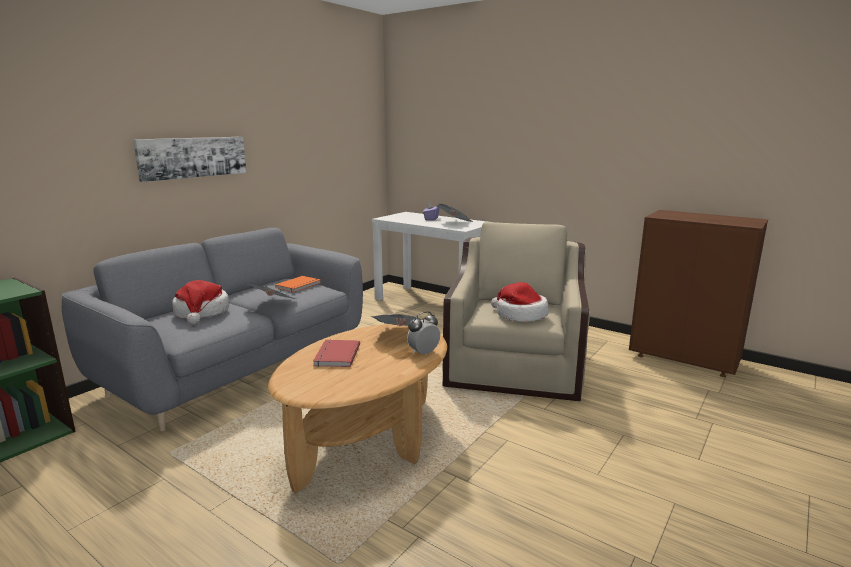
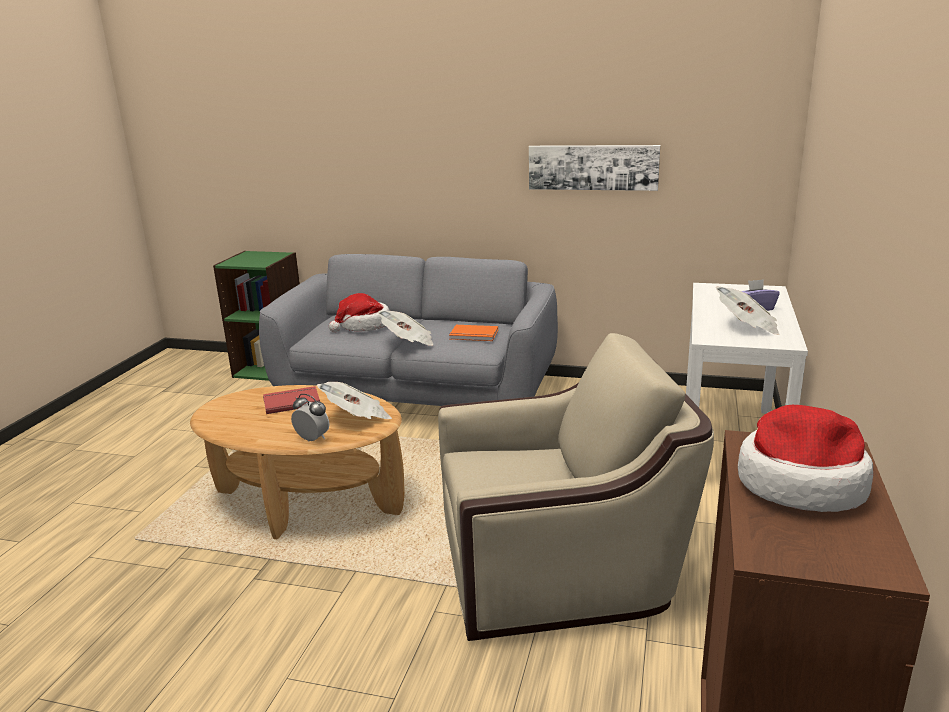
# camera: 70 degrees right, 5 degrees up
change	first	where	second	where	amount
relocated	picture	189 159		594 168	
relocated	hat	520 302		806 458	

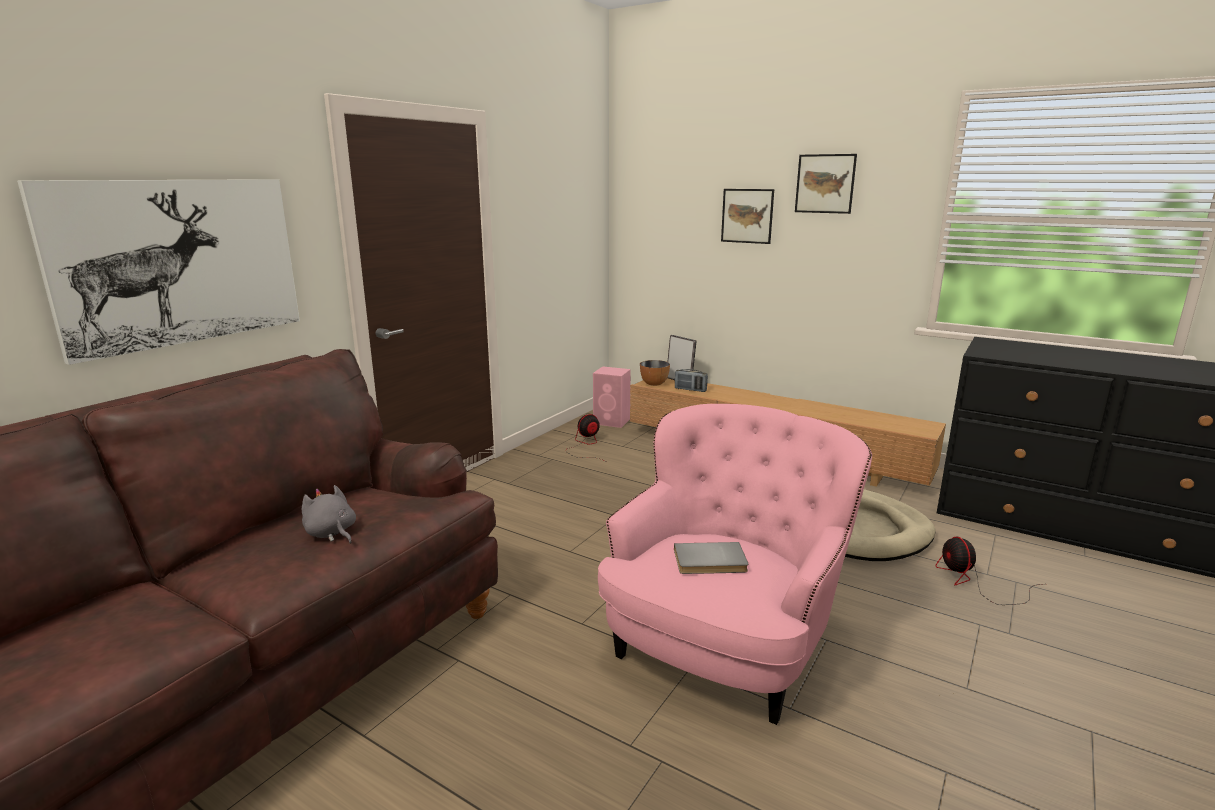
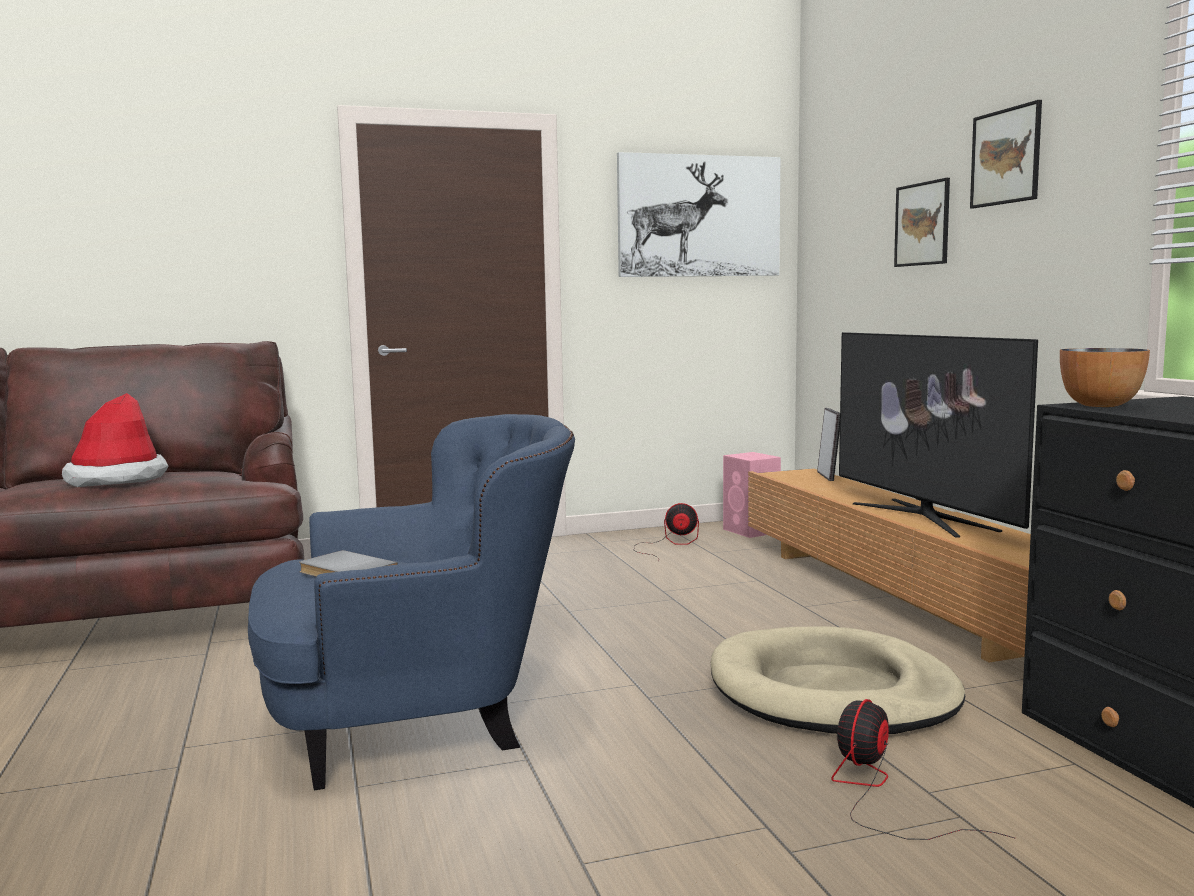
# camera: 40 degrees right, 10 degrees down
change	first	where	second	where	amount
relocated	picture	158 272		698 214	
exchanged	grey plush toy	329 514	hat	115 440	
colour	pink armchair	735 564	blue armchair	411 602	
relocated	bowl	655 373		1105 377	
missing	radio	691 380			
appeared			television	938 435	

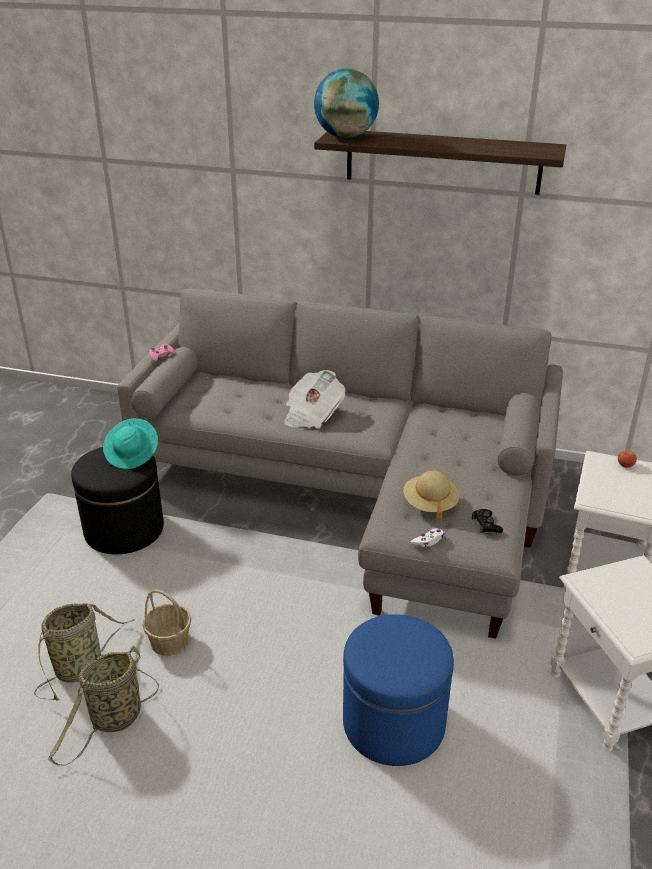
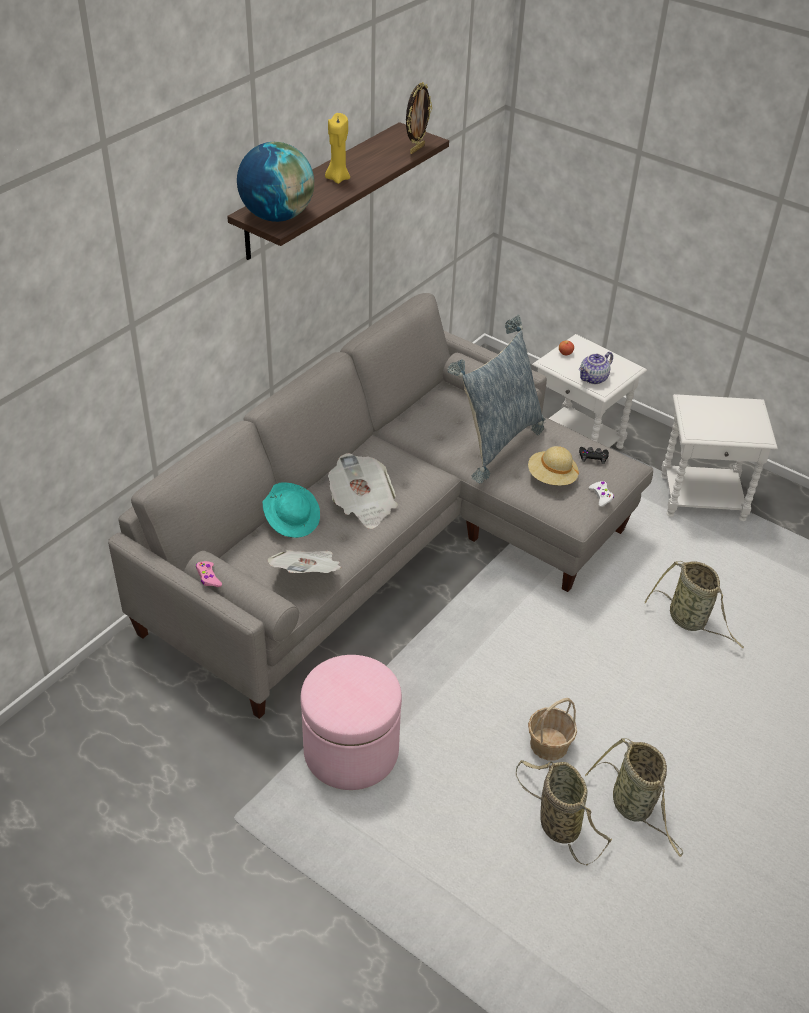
# camera: 70 degrees left, 10 degrees up
change	first	where	second	where	amount
colour	black ottoman	117 500	pink ottoman	351 722	
relocated	turquoise hat	130 443		291 510	
exchanged	blue ottoman	398 690	basket	694 604	
appeared			newspaper	305 561	
appeared			yellow candle	337 148	
appeared			picture frame	419 118	
appeared			pillow	496 399	
appeared			teapot	596 368	

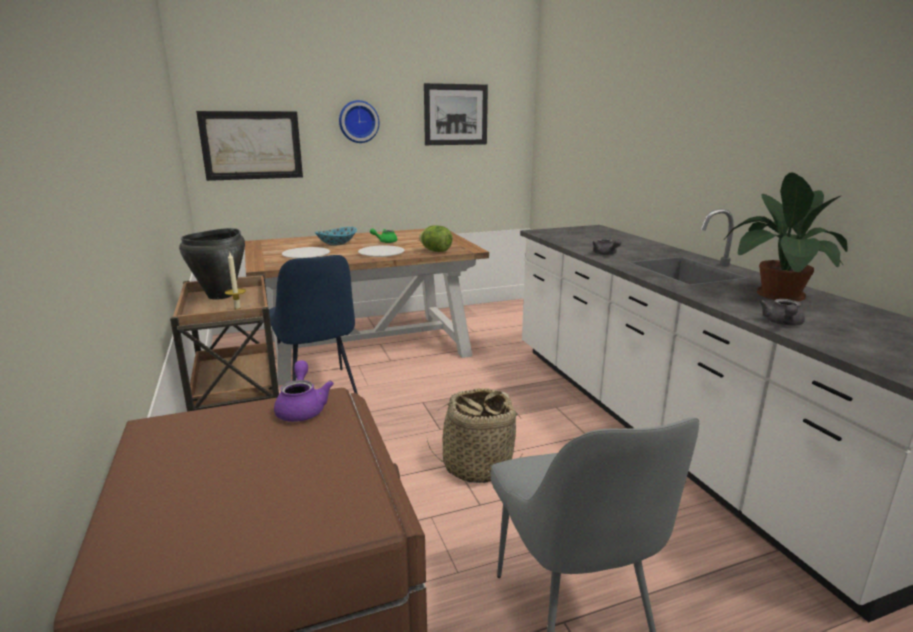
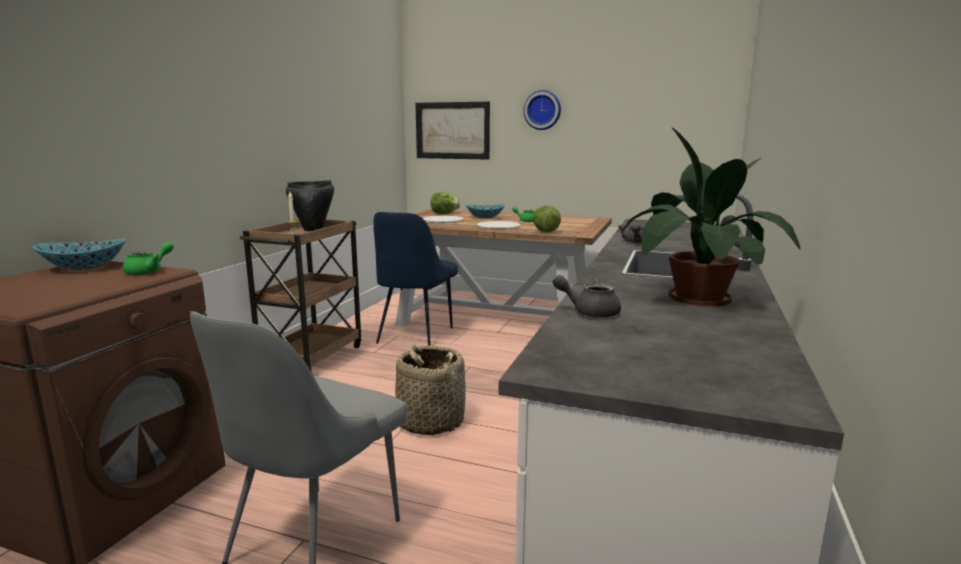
# camera: 40 degrees right, 5 degrees down
change	first	where	second	where	amount
colour	purple teapot	304 391	green teapot	148 258	
missing	picture	456 114			
spun	grey teapot	782 312		587 296	45 degrees clockwise
appeared			bowl	79 254	
appeared			lettuce	445 203	

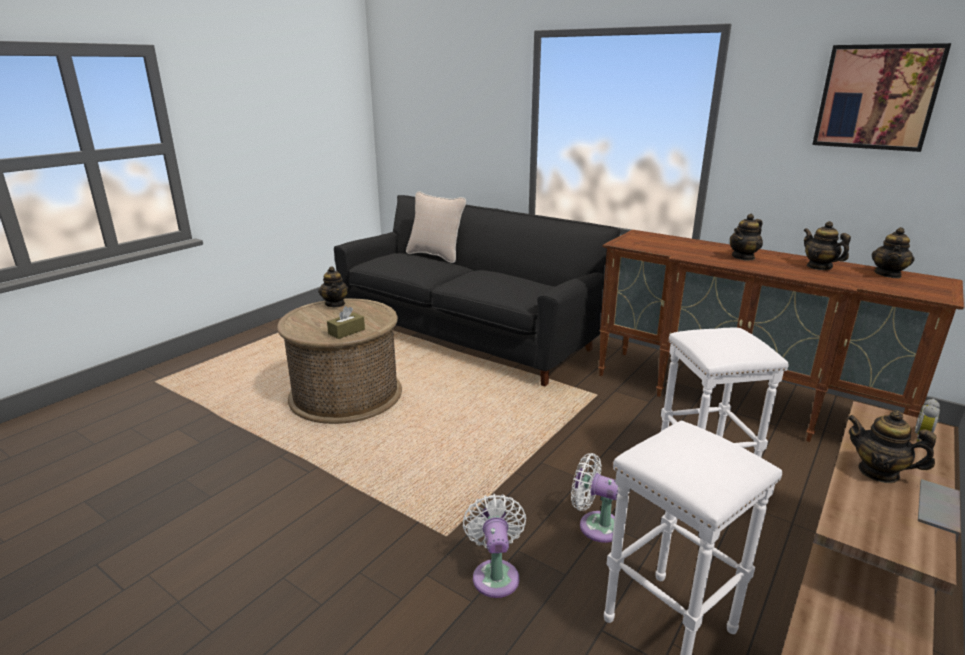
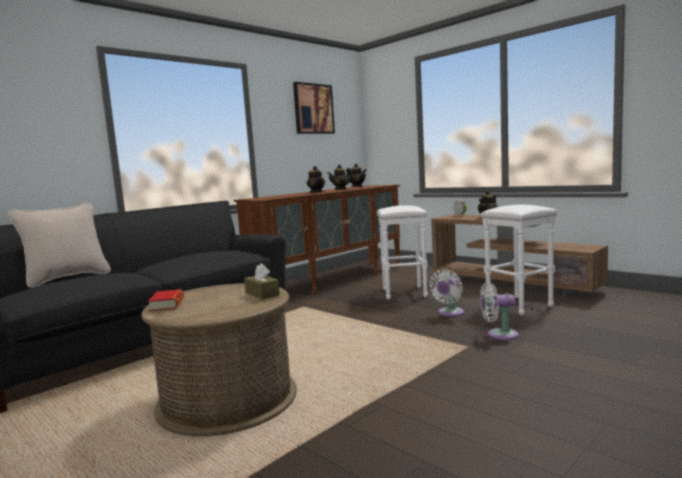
# camera: 80 degrees left, 15 degrees down
change	first	where	second	where	amount
exchanged	teapot	333 286	book	166 300	

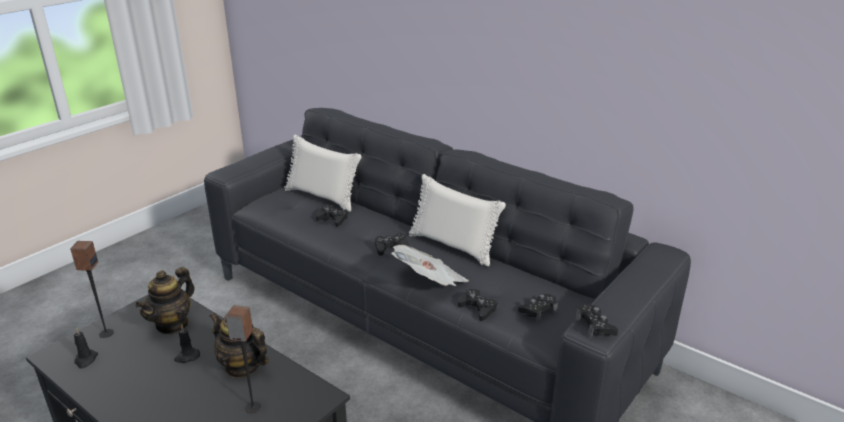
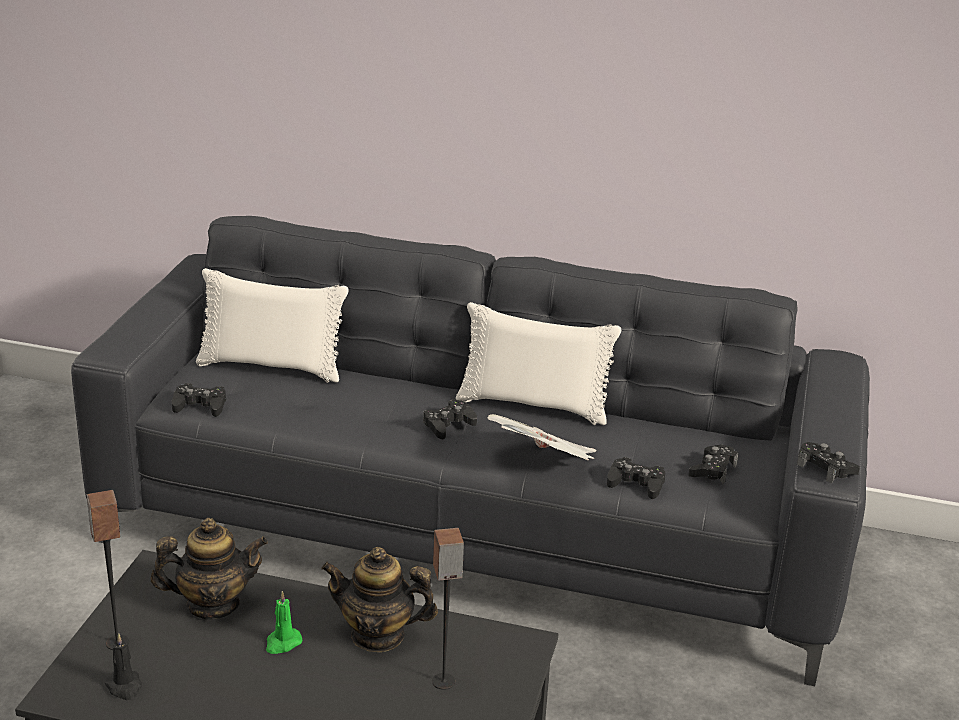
# camera: 25 degrees left, 0 degrees up
change	first	where	second	where	amount
spun	teapot	165 300		209 569	105 degrees counterclockwise
colour	black candle	187 343	green candle	284 622	
relocated	black game controller	332 216		199 400	

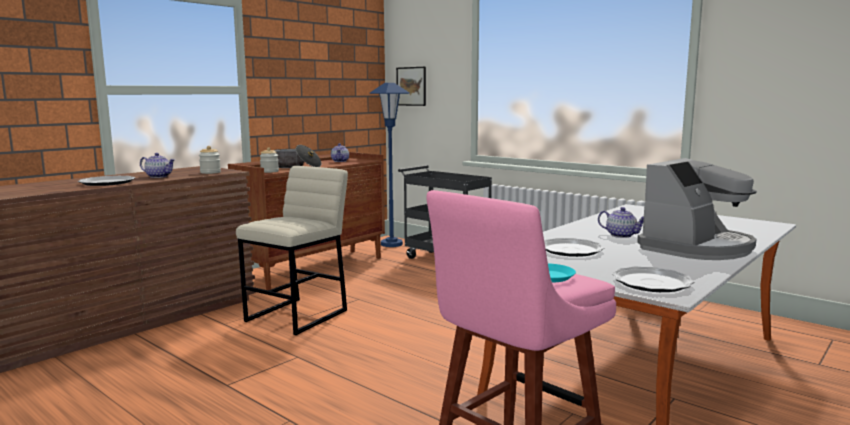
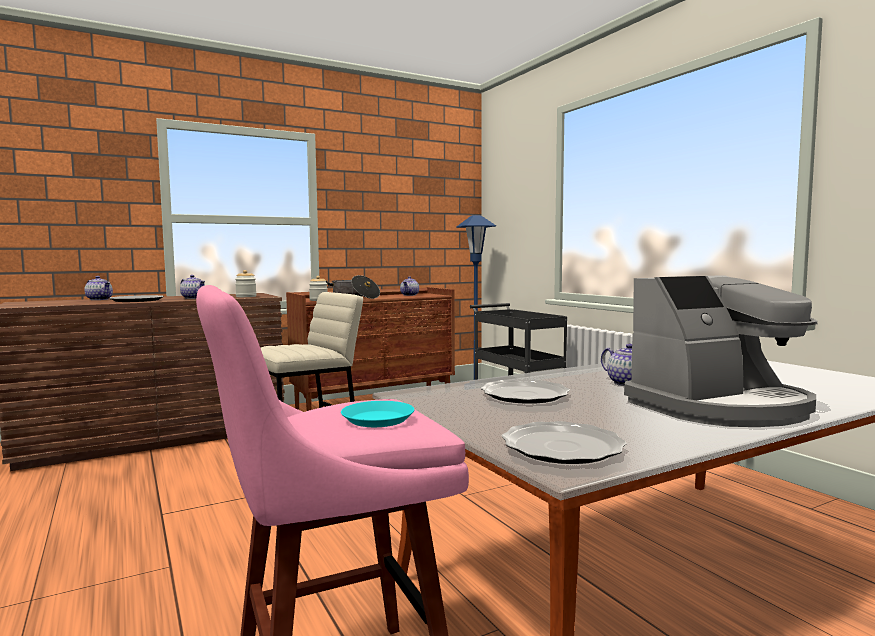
# camera: 20 degrees right, 5 degrees down
change	first	where	second	where	amount
missing	picture	411 86			
appeared			teapot	98 288	

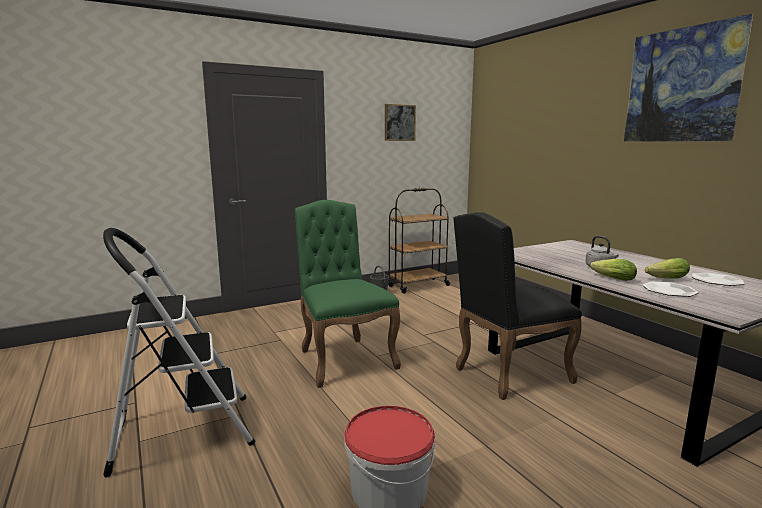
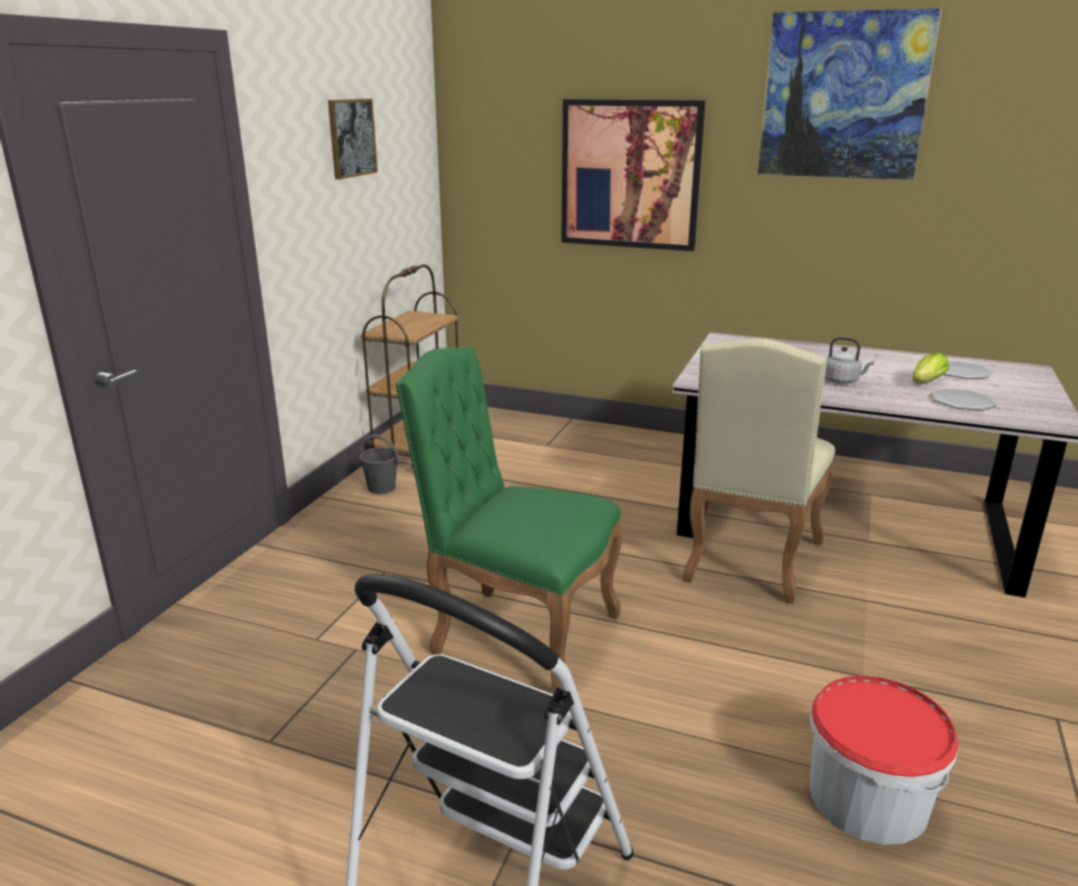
# camera: 40 degrees left, 10 degrees up
change	first	where	second	where	amount
colour	black chair	518 306	beige chair	759 471	
missing	lettuce	613 270			
appeared			picture	633 175	

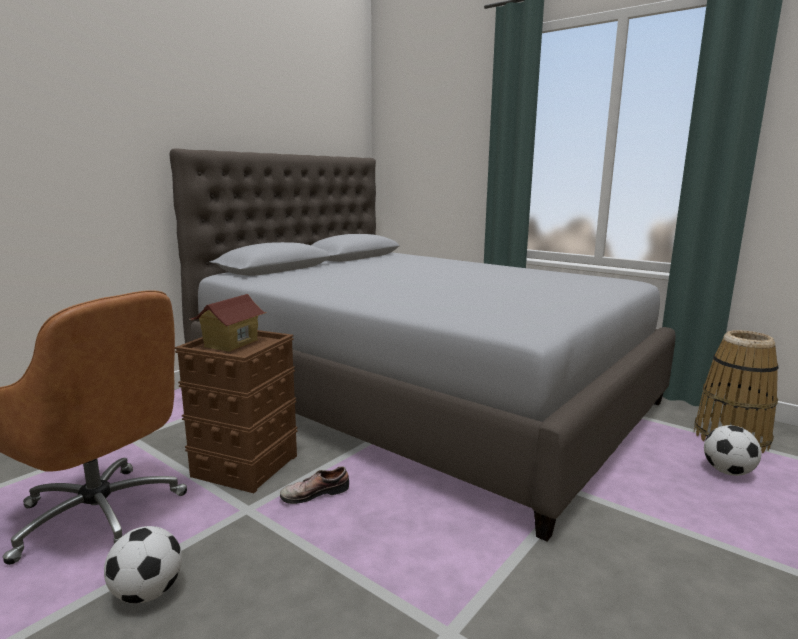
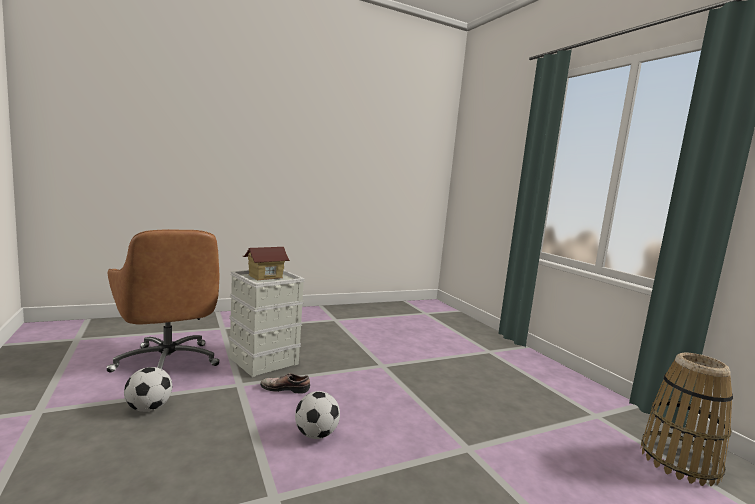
# camera: 25 degrees right, 5 degrees down
change	first	where	second	where	amount
missing	grey bed	423 344			
colour	brown storage box	236 411	grey storage box	267 323	
relocated	football	732 450		317 415	

